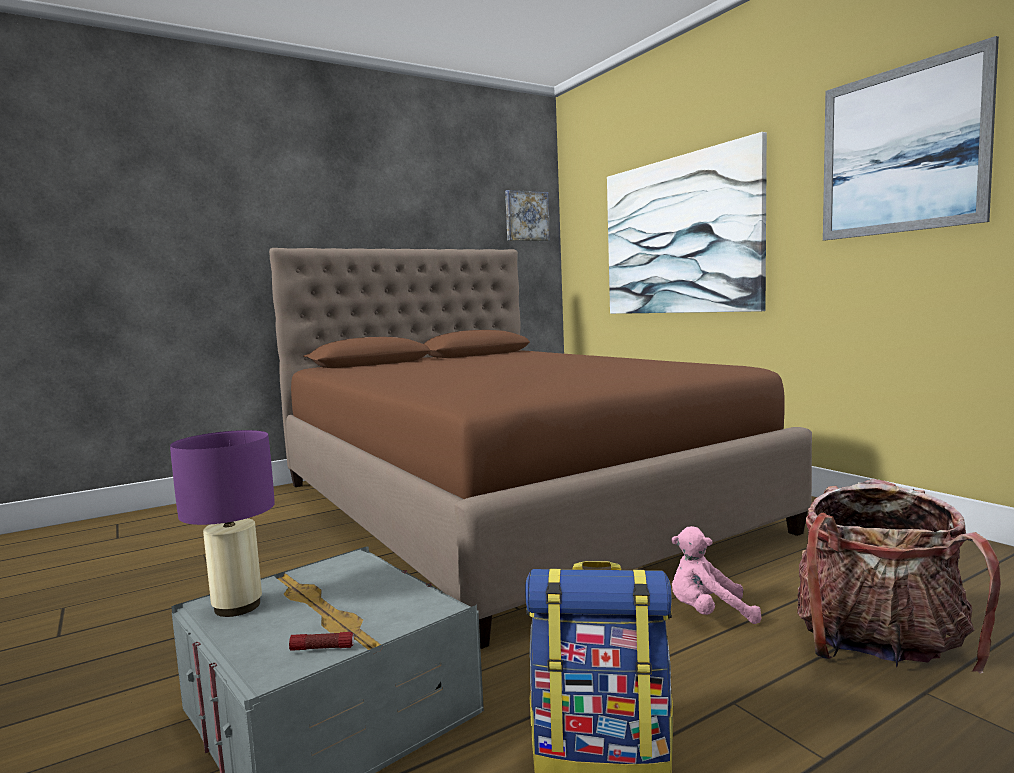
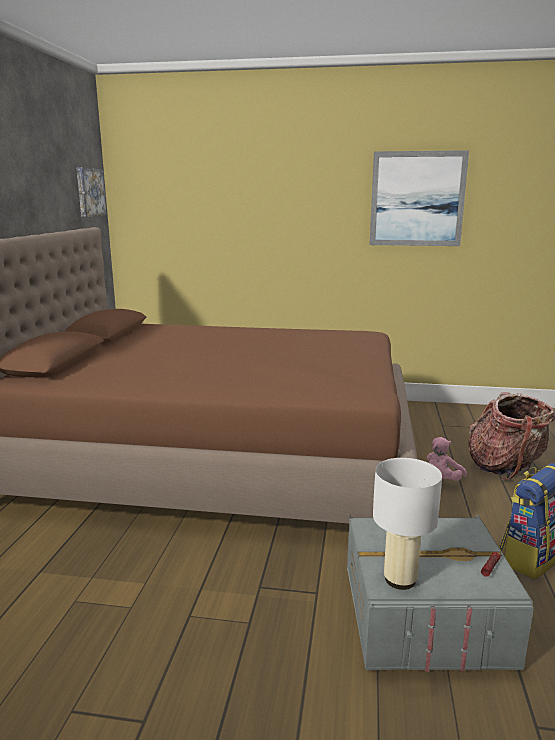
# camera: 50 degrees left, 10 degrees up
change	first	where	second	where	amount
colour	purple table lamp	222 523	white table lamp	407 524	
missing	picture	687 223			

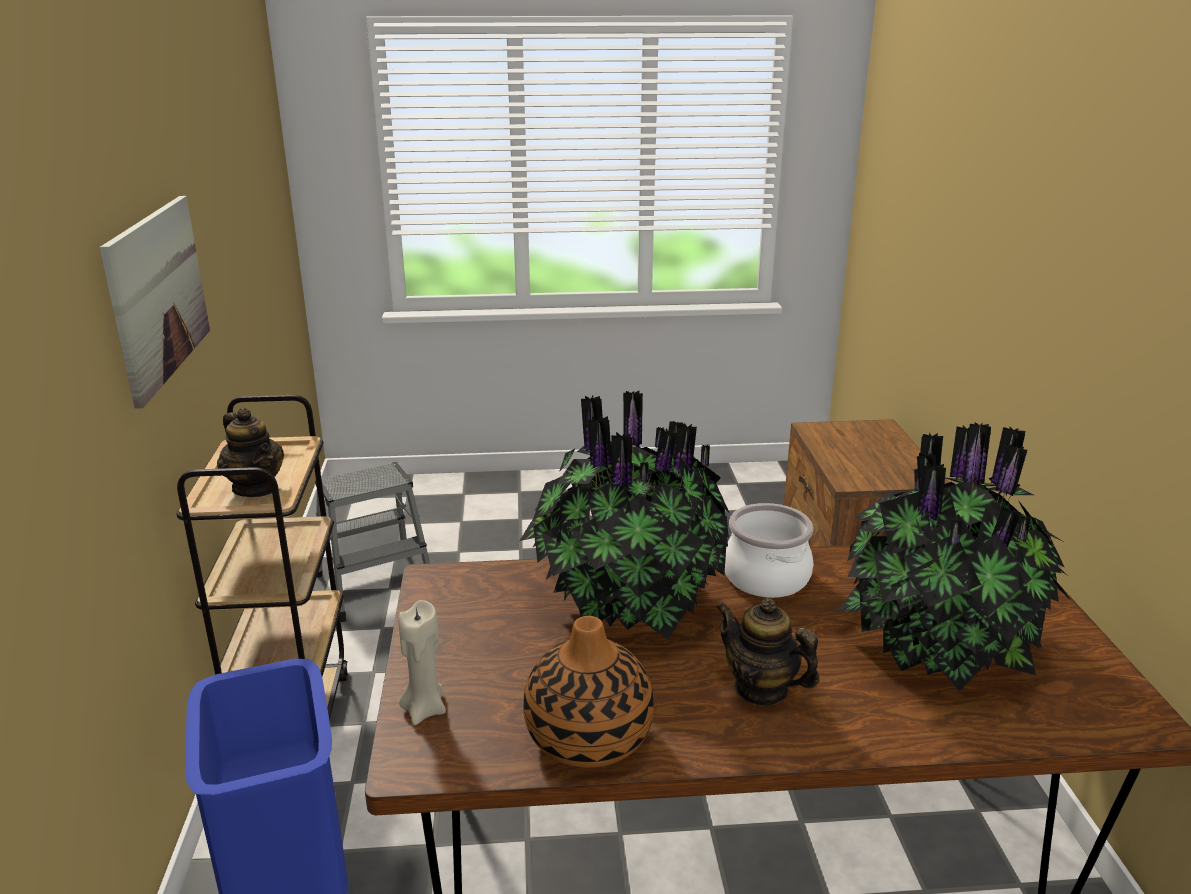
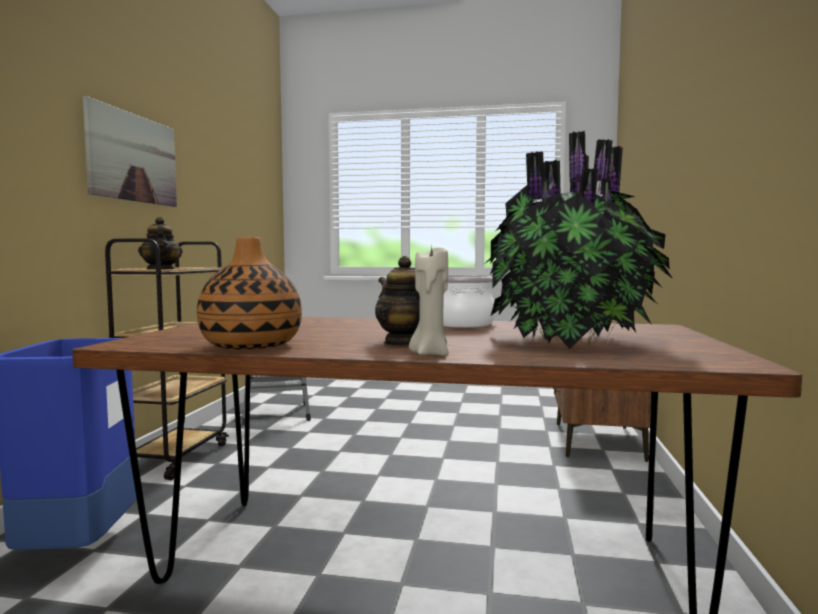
# camera: 15 degrees right, 20 degrees down
change	first	where	second	where	amount
relocated	beige candle	422 662		428 300	
missing	potted plant	624 515			

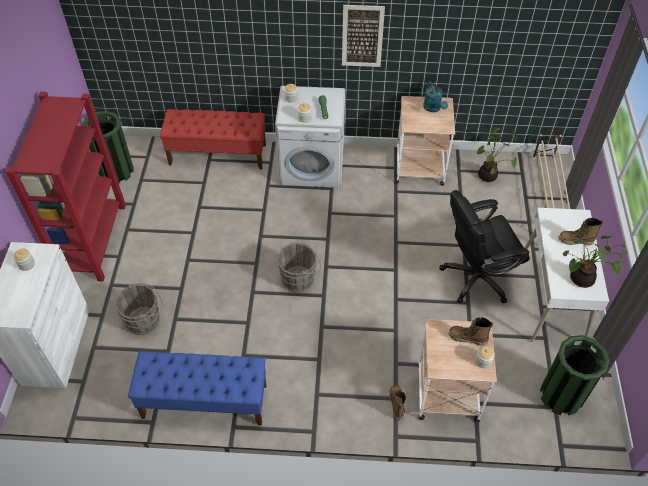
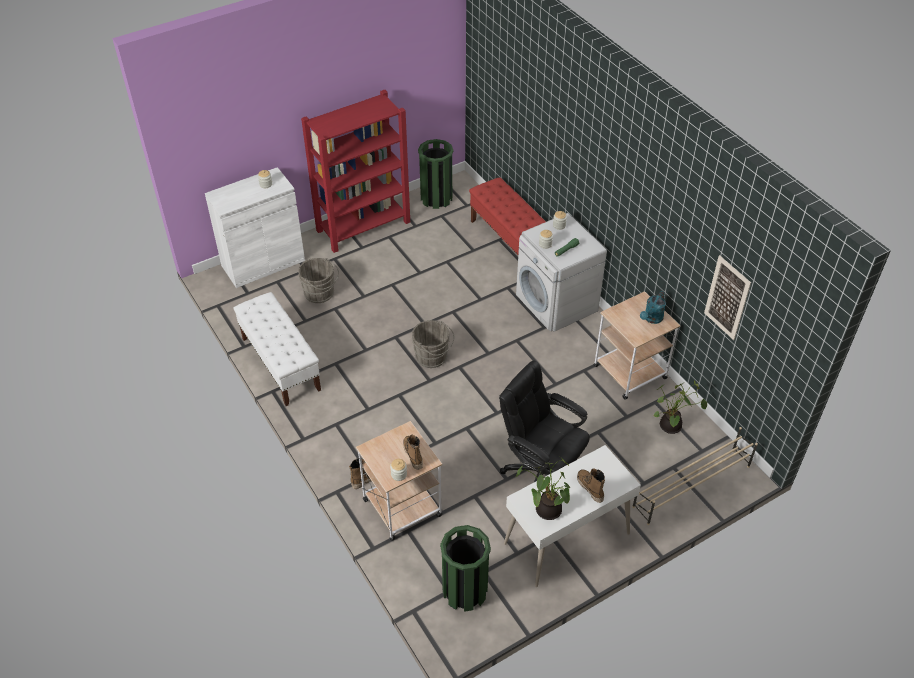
# camera: 55 degrees right, 5 degrees down
change	first	where	second	where	amount
colour	blue bench	197 388	white bench	277 349	
relocated	picture	363 36		727 297	

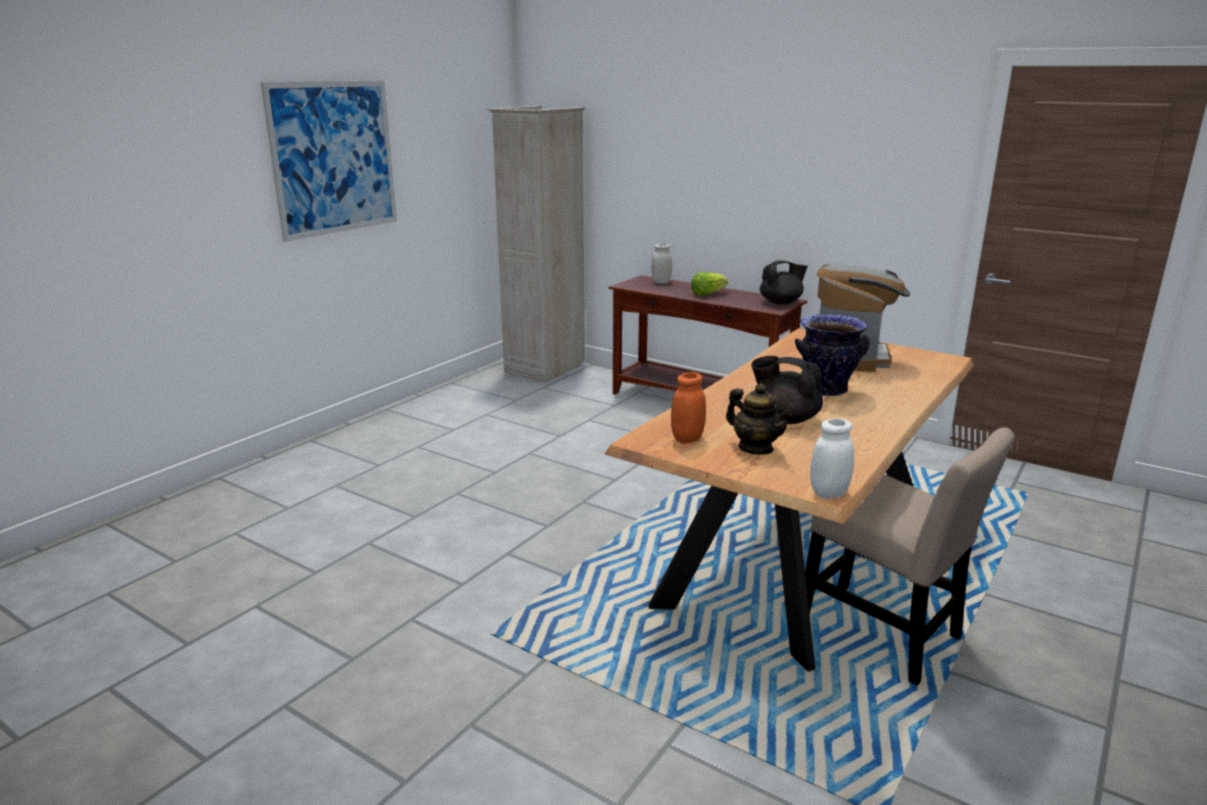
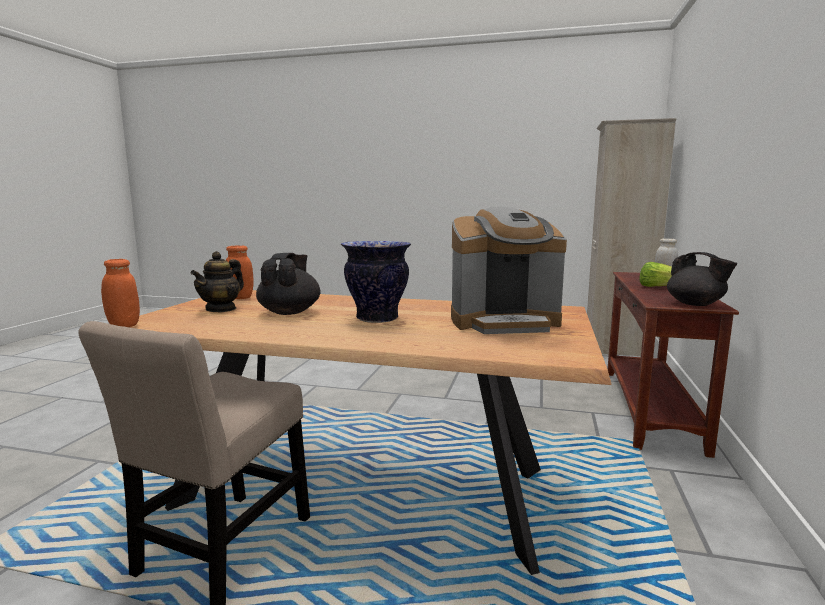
# camera: 70 degrees right, 10 degrees down
change	first	where	second	where	amount
missing	picture	329 161			
colour	white jar	832 458	orange jar	120 293	

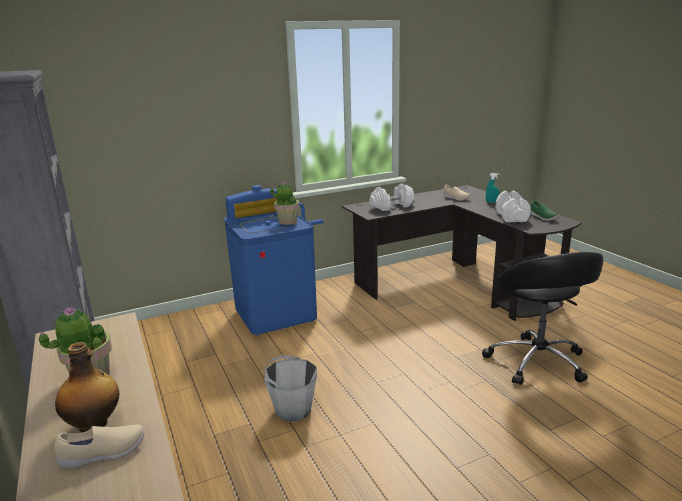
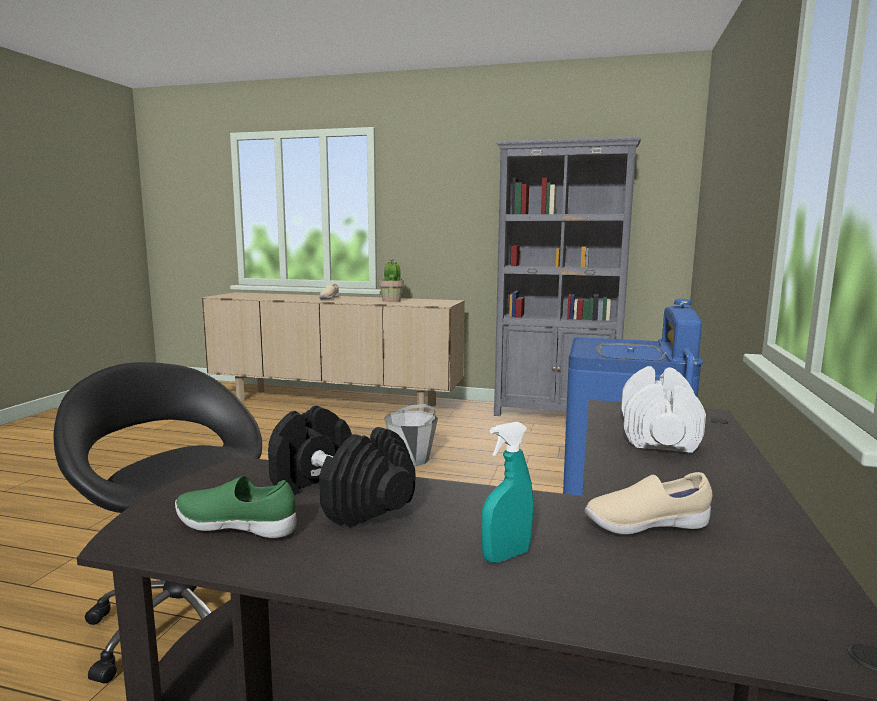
# camera: 130 degrees right, 10 degrees down
change	first	where	second	where	amount
missing	bottle	87 387			
missing	potted plant	284 203			
colour	white dumbbell	513 206	black dumbbell	341 467	

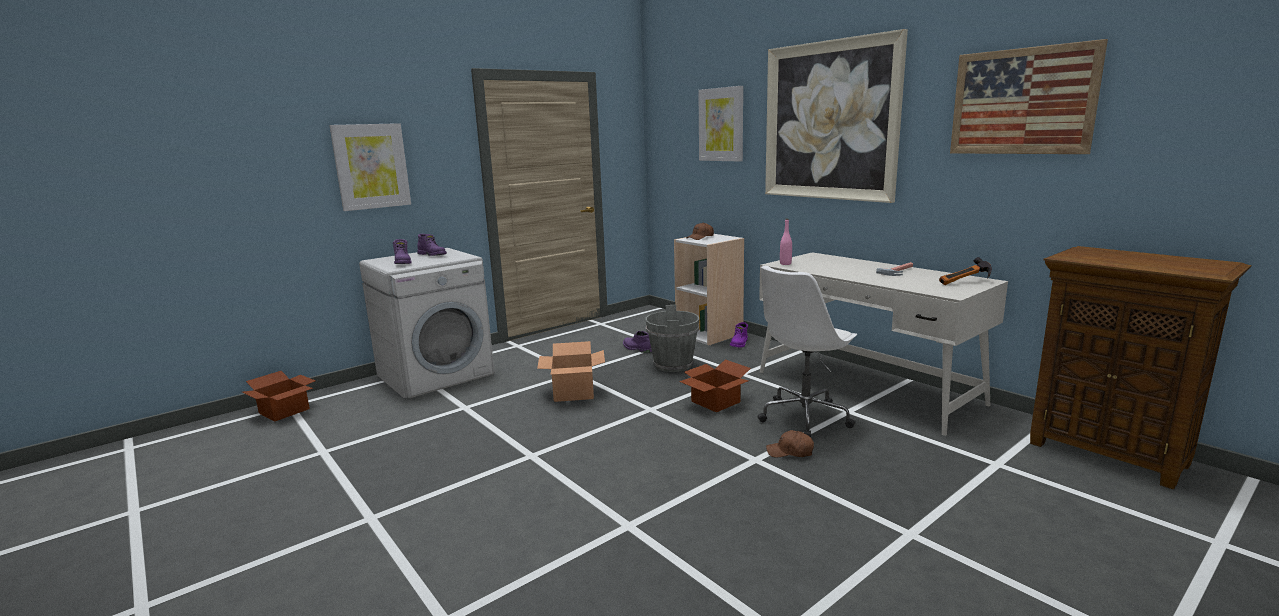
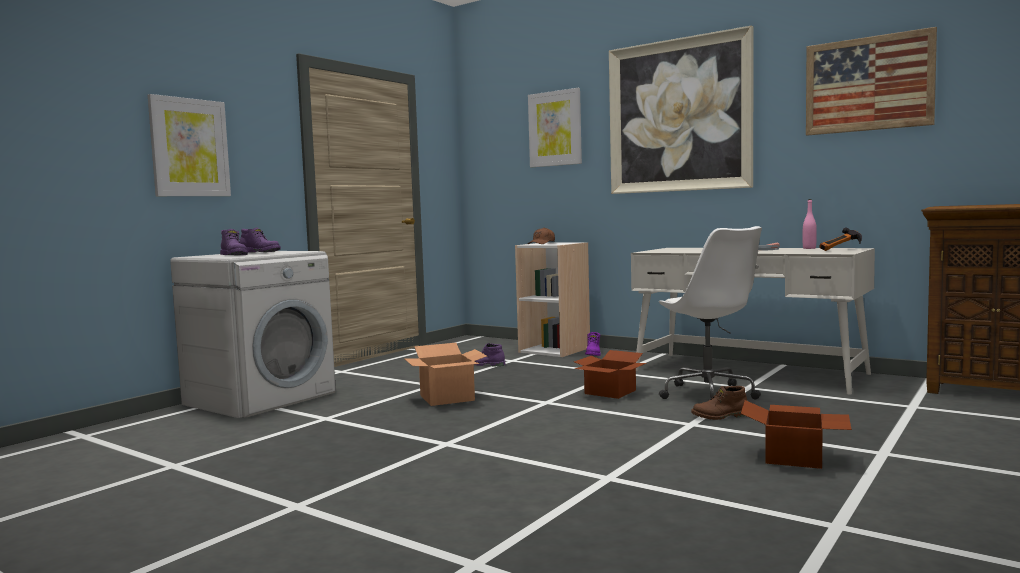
# camera: 15 degrees left, 10 degrees down
change	first	where	second	where	amount
relocated	cardboard box	279 396		796 434	
missing	grey bucket	672 338			
spun	white office chair	807 351		710 313	60 degrees counterclockwise
exchanged	brown cap	790 443	brown boot	719 403	
relocated	pink bottle	786 242		810 224	

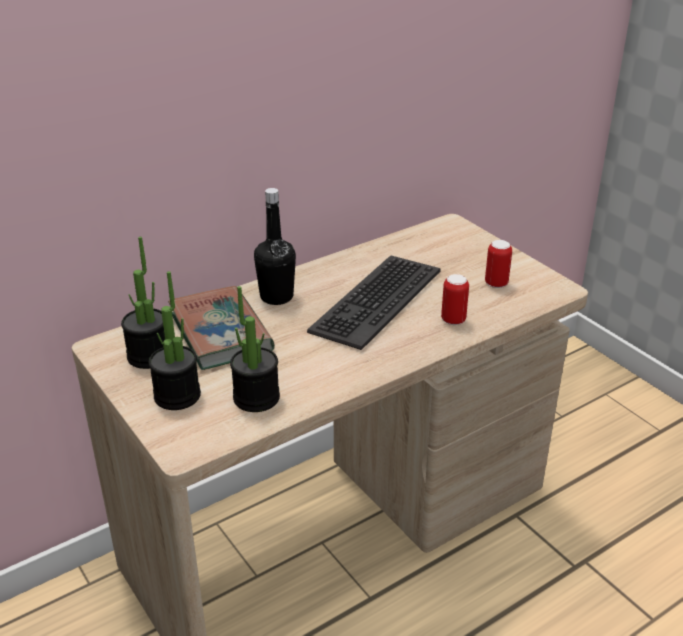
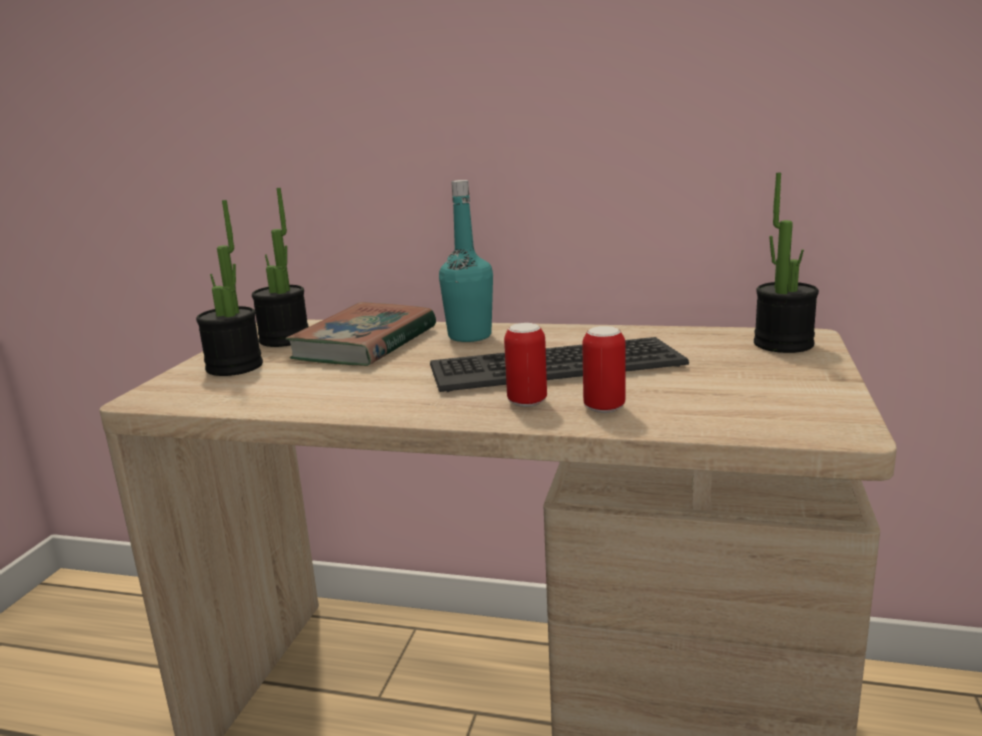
# camera: 50 degrees right, 15 degrees down
change	first	where	second	where	amount
relocated	potted plant	255 349		786 263	
colour	black bottle	275 246	turquoise bottle	466 261	
relocated	can	498 264		525 365	

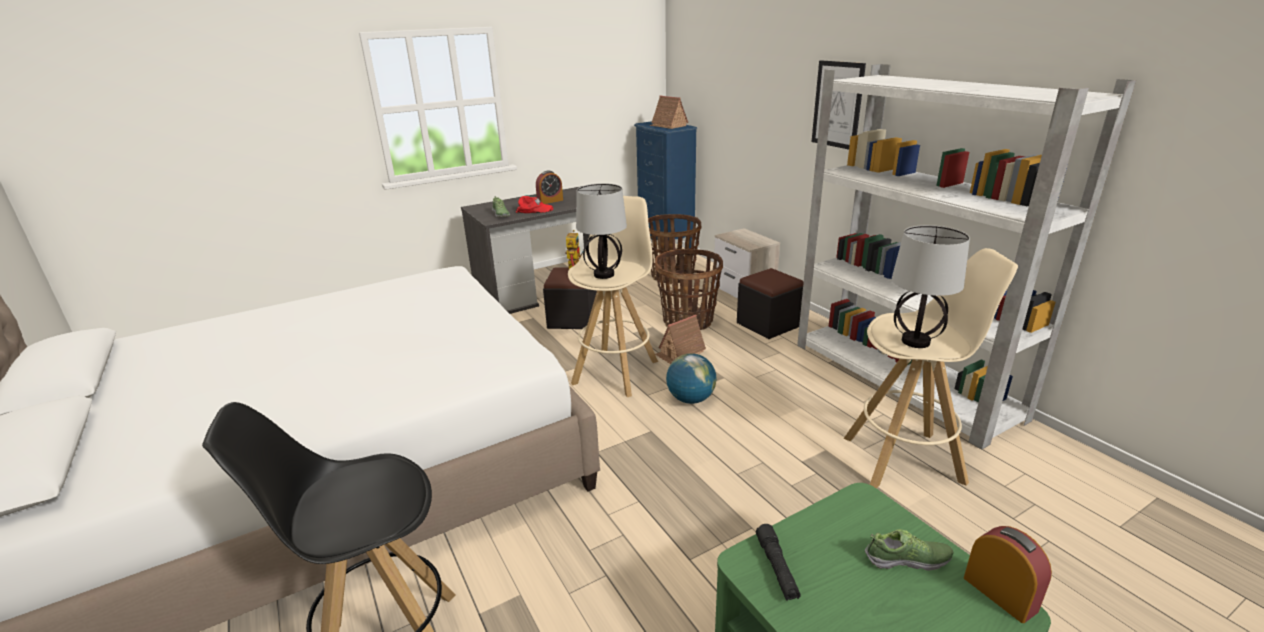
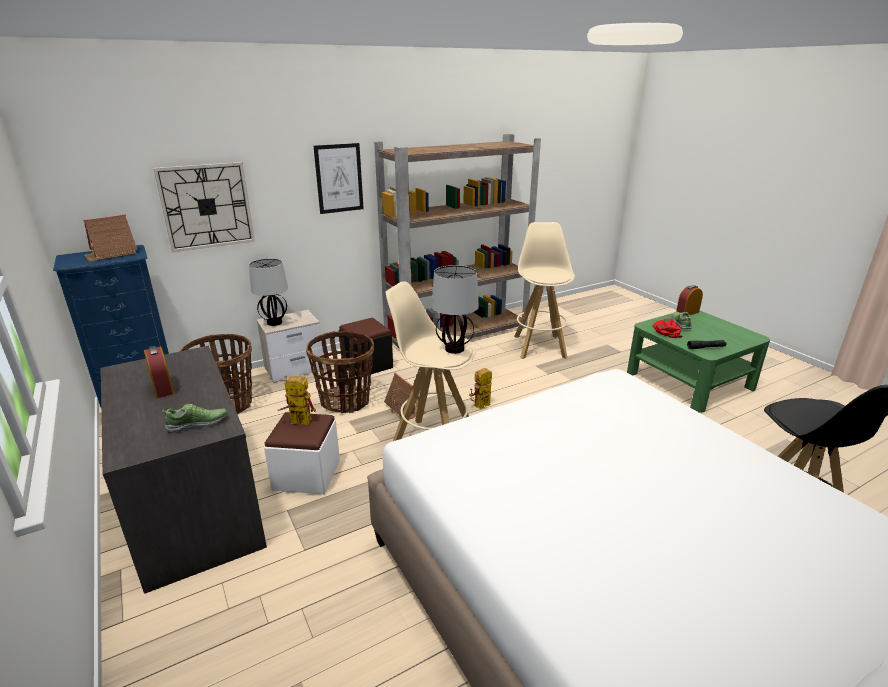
# camera: 90 degrees left, 0 degrees up
change	first	where	second	where	amount
relocated	red cap	534 204		667 328	
colour	black ottoman	570 298	white ottoman	302 453	
exchanged	globe	691 378	toy robot	480 388	
colour	white bookcase	966 257	brown bookcase	457 241	
relocated	table lamp	931 286		268 292	
appeared			wall clock	204 207	

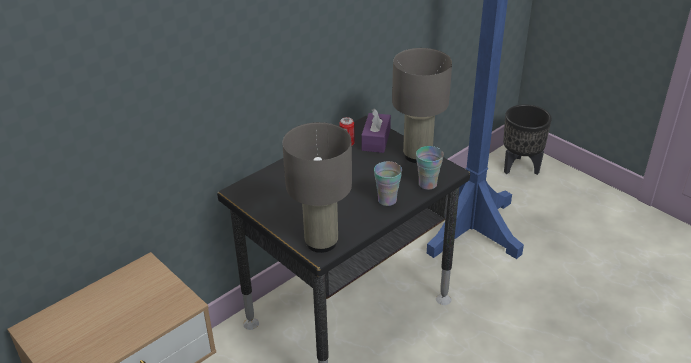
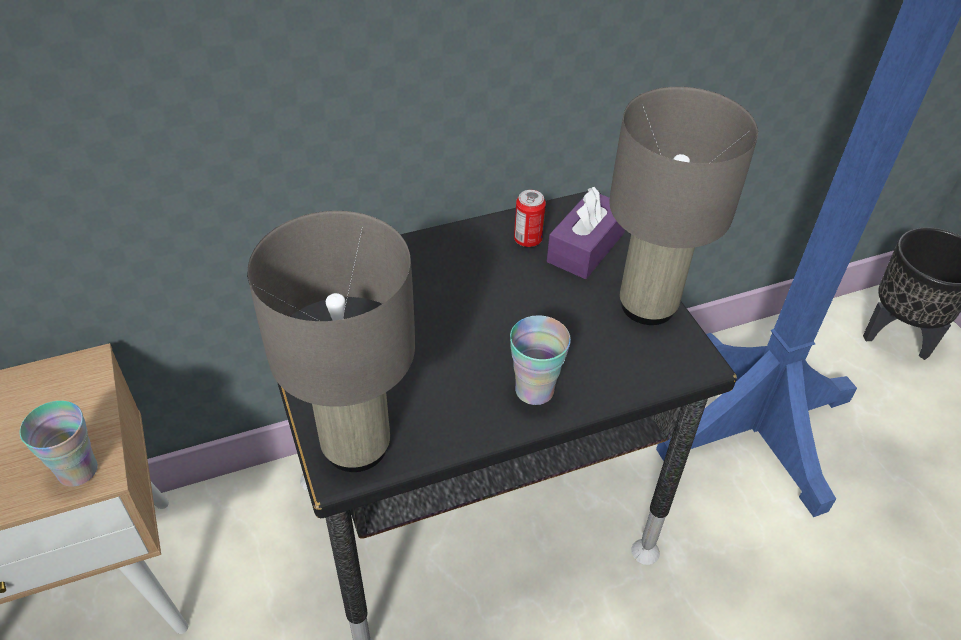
# camera: 20 degrees right, 10 degrees up
change	first	where	second	where	amount
relocated	cup	430 168		59 444	

